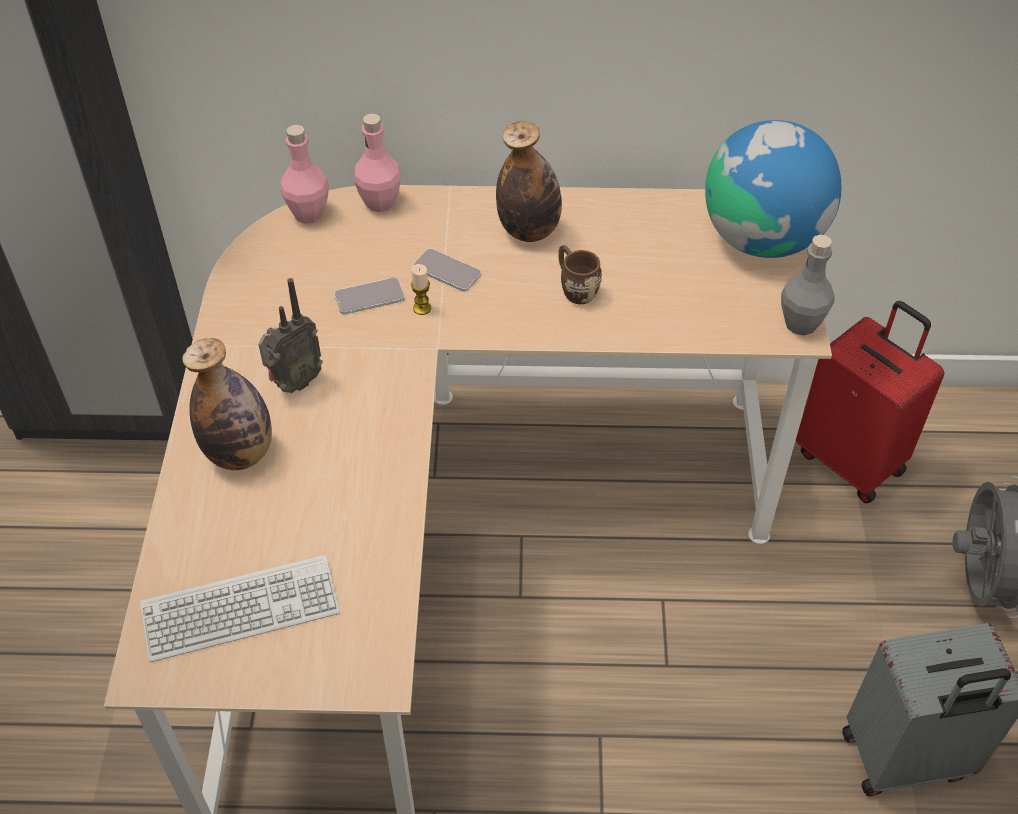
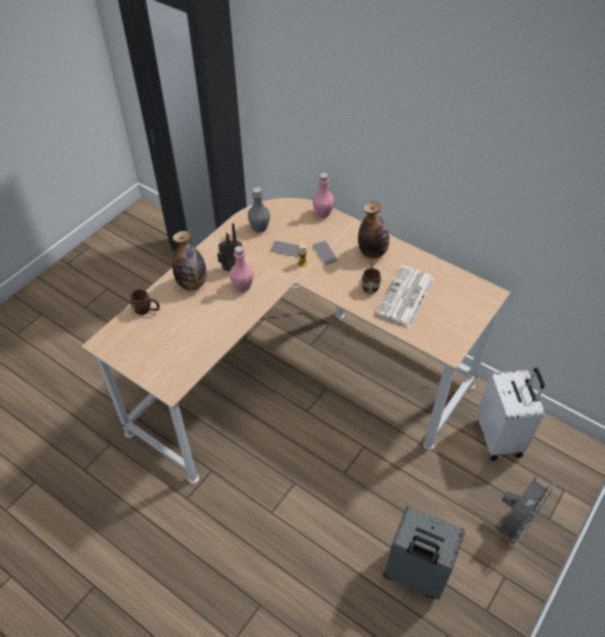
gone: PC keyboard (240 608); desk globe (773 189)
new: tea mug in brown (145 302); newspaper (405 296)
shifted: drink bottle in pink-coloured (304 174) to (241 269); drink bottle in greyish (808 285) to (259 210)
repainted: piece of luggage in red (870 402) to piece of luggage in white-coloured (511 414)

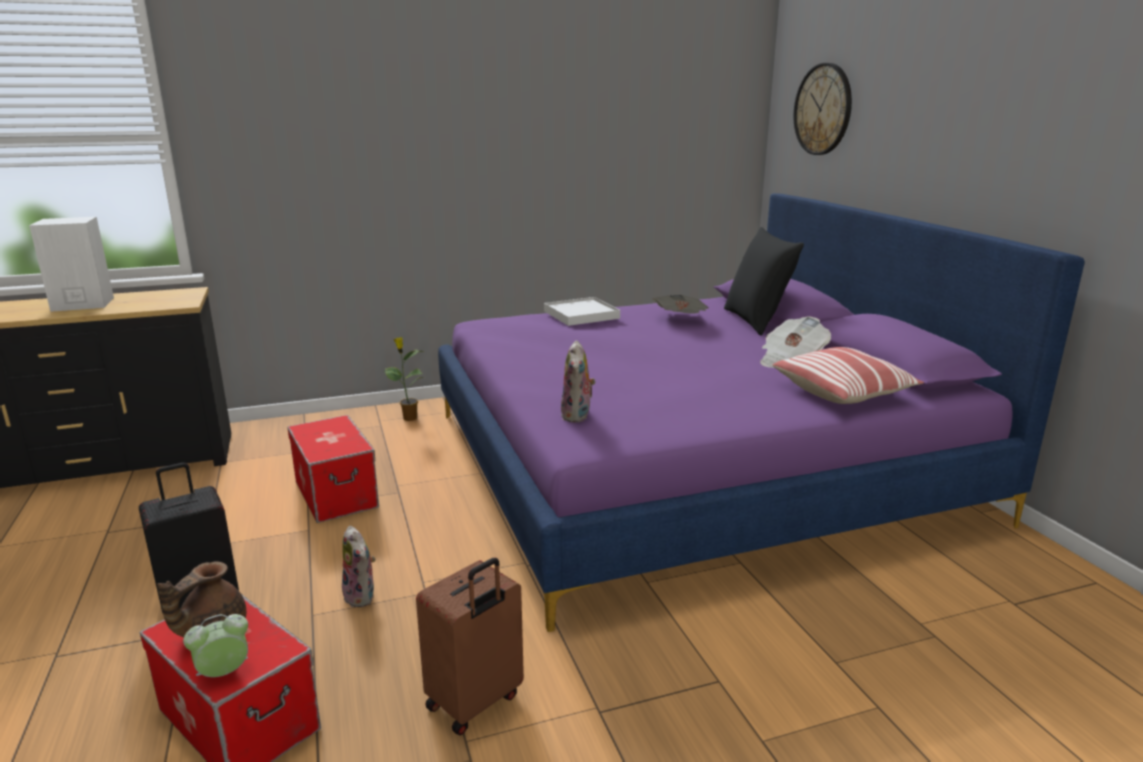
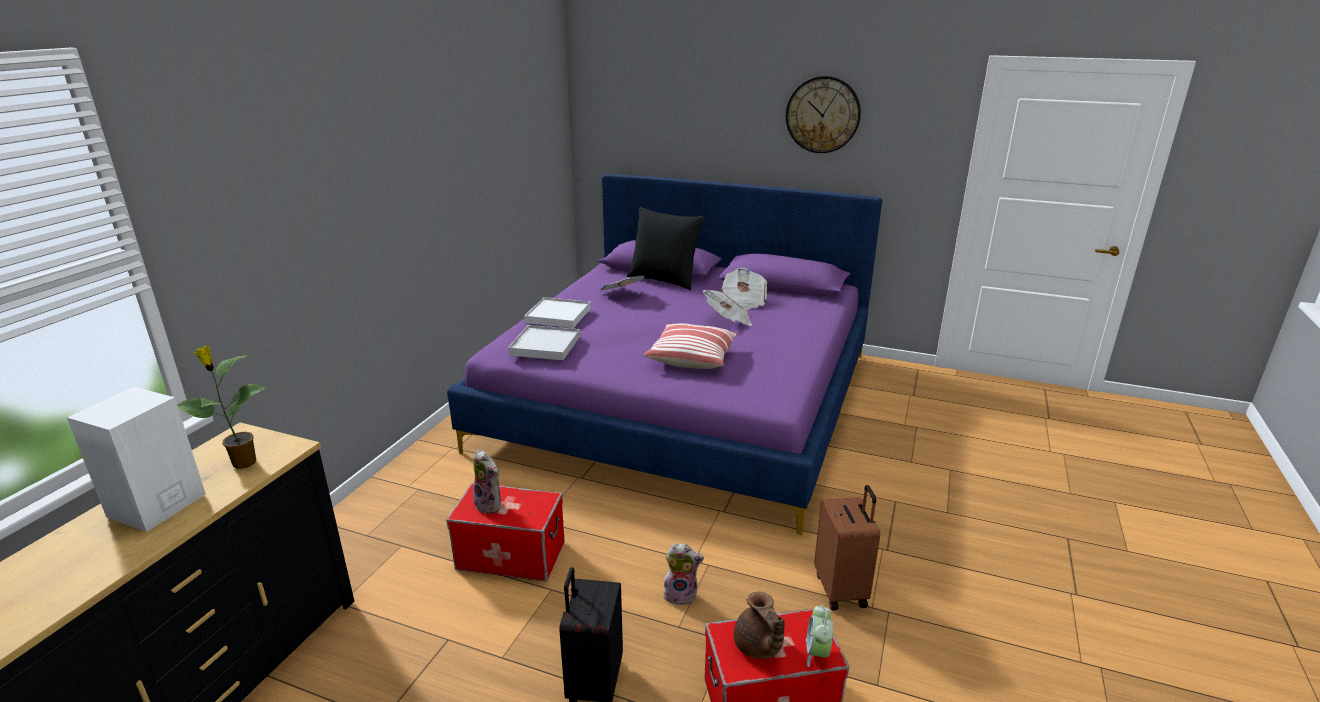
new: tray in white-coloured (544 342); newspaper (727 308)
shifted: houseplant (404 379) to (222 407); plush toy (578 381) to (487 481); throw pillow (848 375) to (691 346); clock on the wall (823 109) to (823 114)

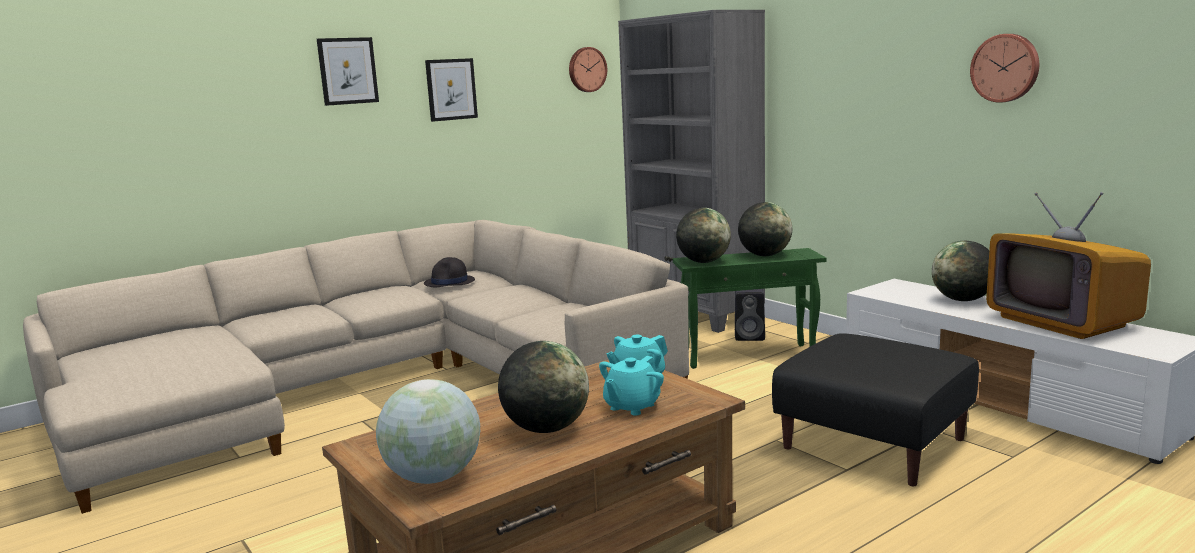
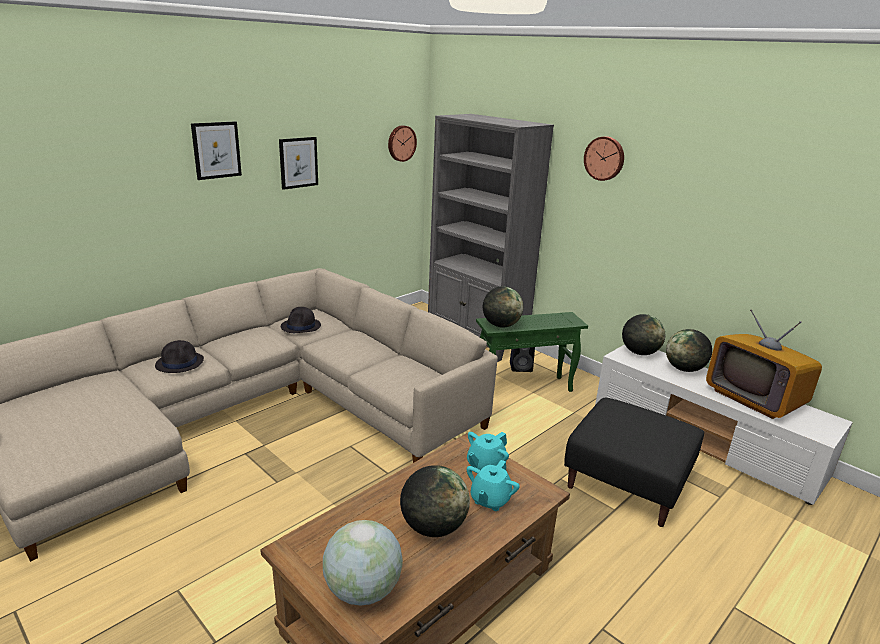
new: hat in blackish (179 356)
shifted: desk globe (765 229) to (643 334); clock on the wall (1004 68) to (604 158)

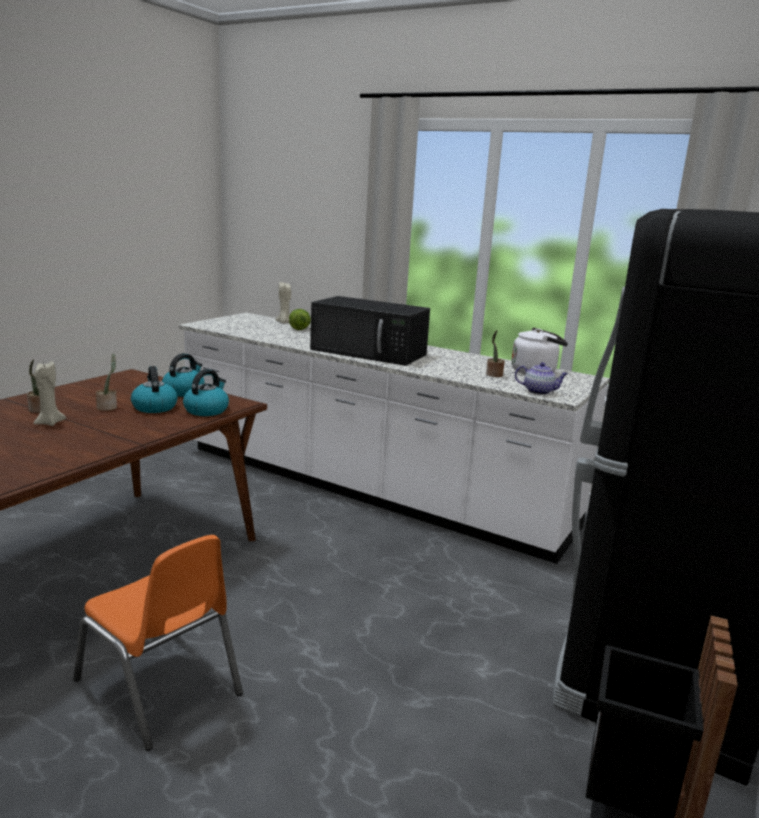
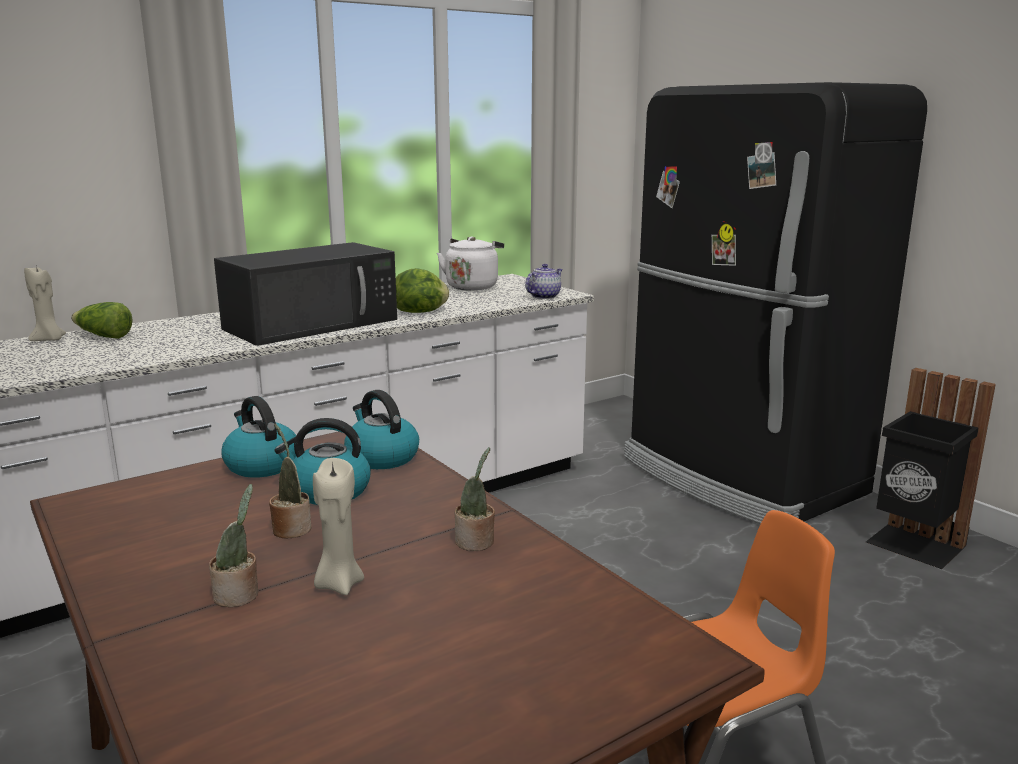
new: head of lettuce (422 290)
shifted: houseplant (495 353) to (475 499)

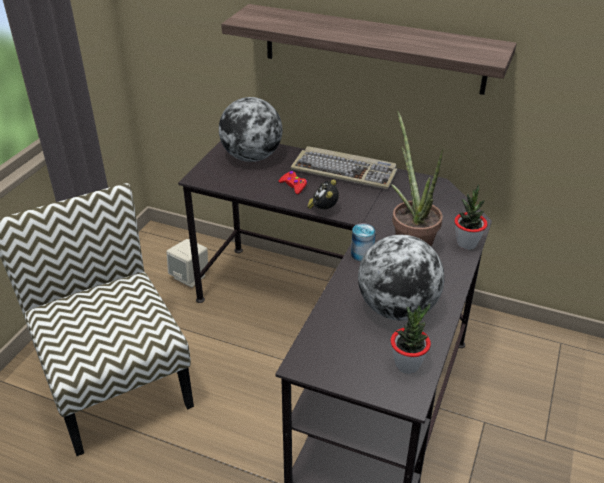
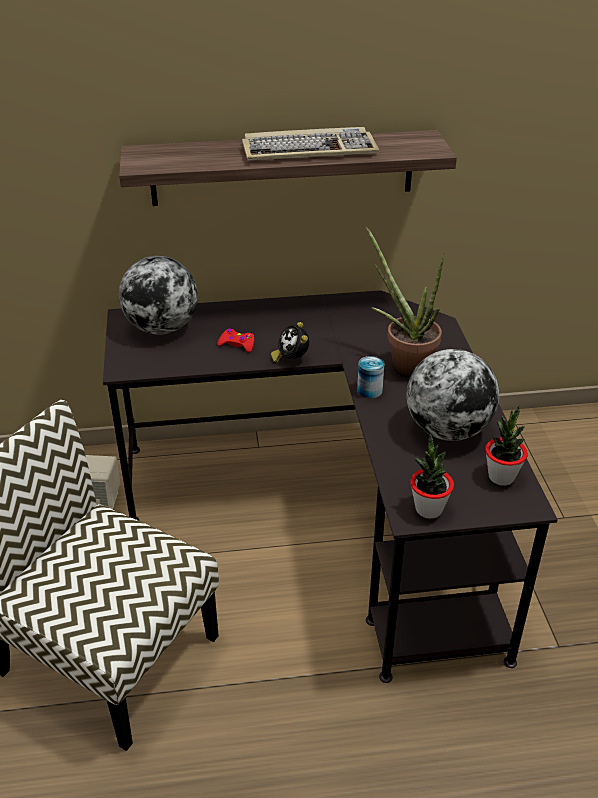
shifted: PC keyboard (344 167) to (310 143); houseplant (471 217) to (432 476)

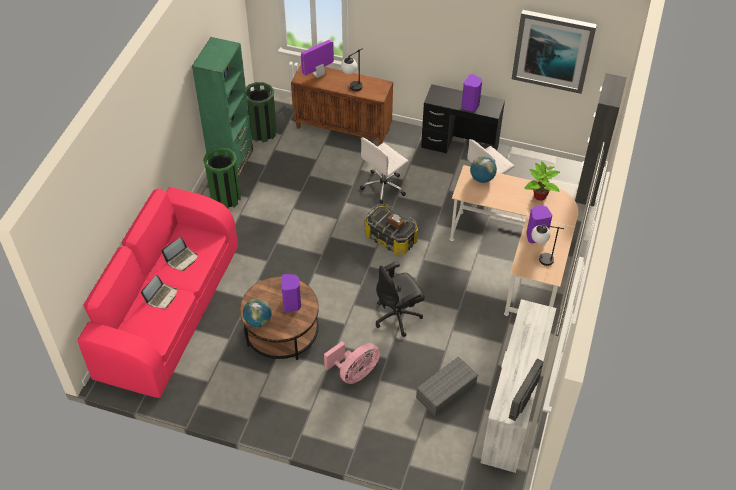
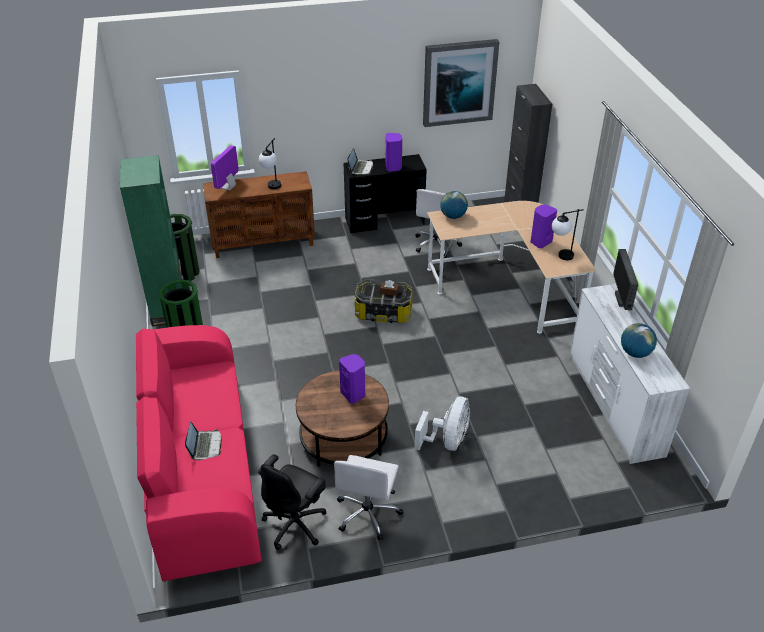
gone: storage container in greyish (447 386); houseplant (542 181)
shifted: portable computer (179 254) to (360 161); desk globe (257 312) to (639 340); desk chair in white-coloured (384 170) to (368 497); desk chair in blackish (400 299) to (292 502); computer display (526 390) to (625 279)
repainted: electric fan in pink-coloured (352 363) to electric fan in white-coloured (442 423)

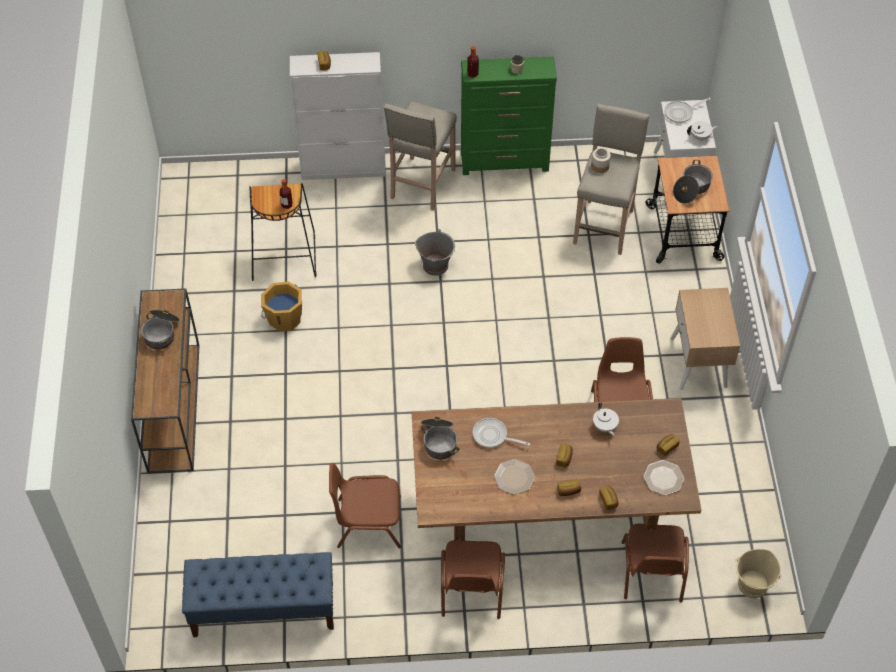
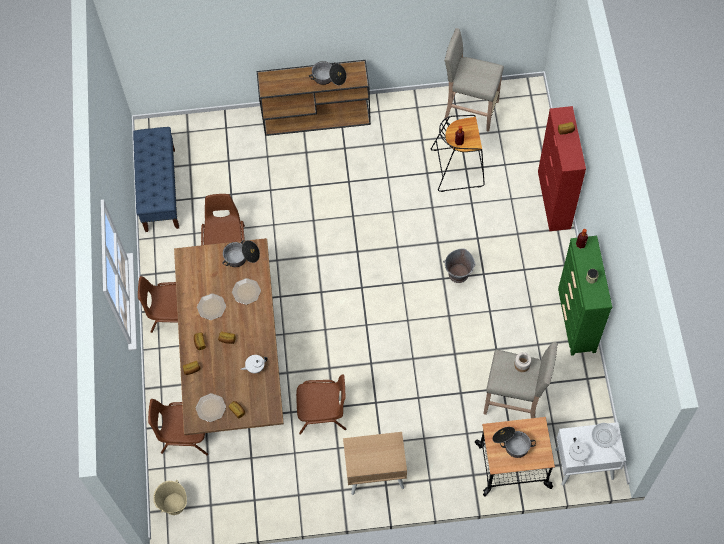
gone: water bucket in orangey (281 306)
shifted: stool seat in beige (420 156) to (474 80)
swapped: frying pan (502 433) to flat dish (246 291)
repainted: storage cabinet in white-coloured (338 116) to storage cabinet in red (562 168)

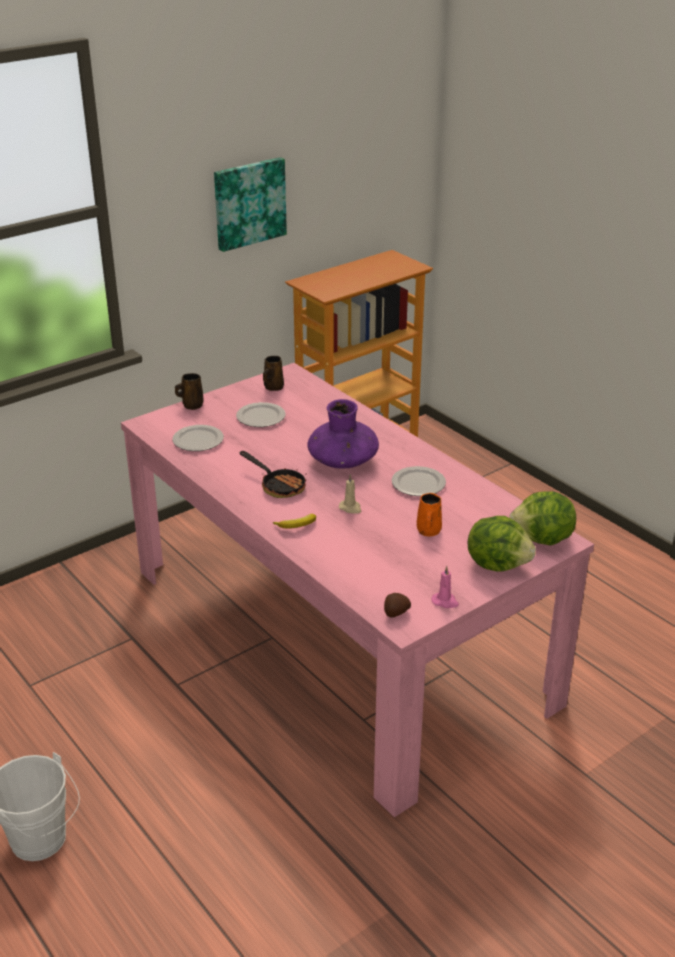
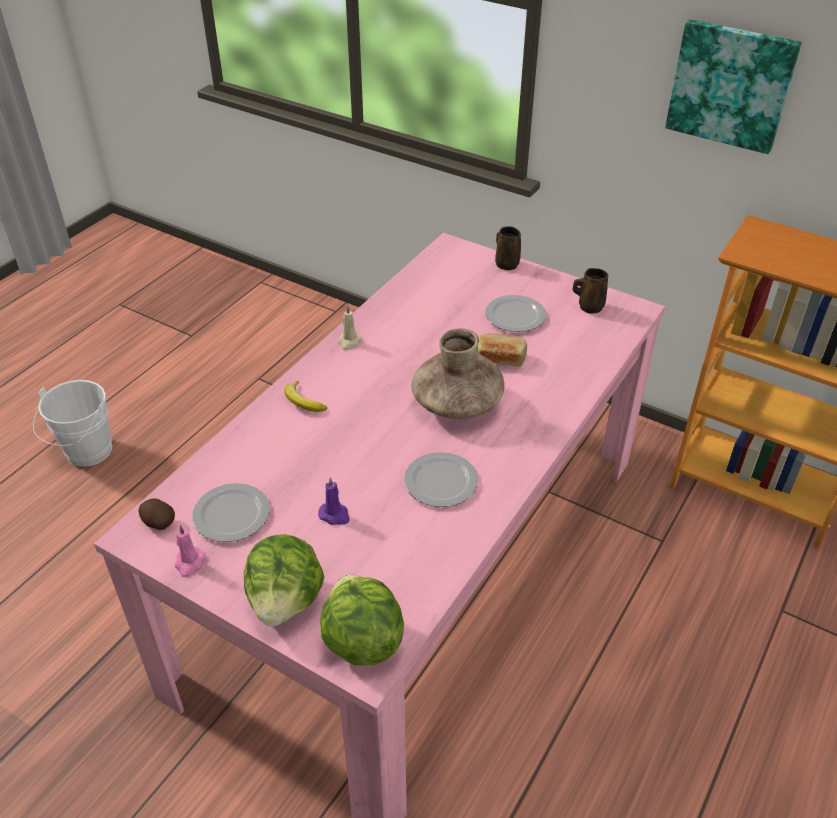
gone: frying pan (273 474)
new: bakery bread (502 349)
shifted: flat dish (198 438) to (231 512); candle in beige (350 493) to (350 327)
swapped: tea mug in orangey (429 515) to candle in purple (333 501)
repainted: decorative vase in purple (343 434) to decorative vase in brown (458 373)

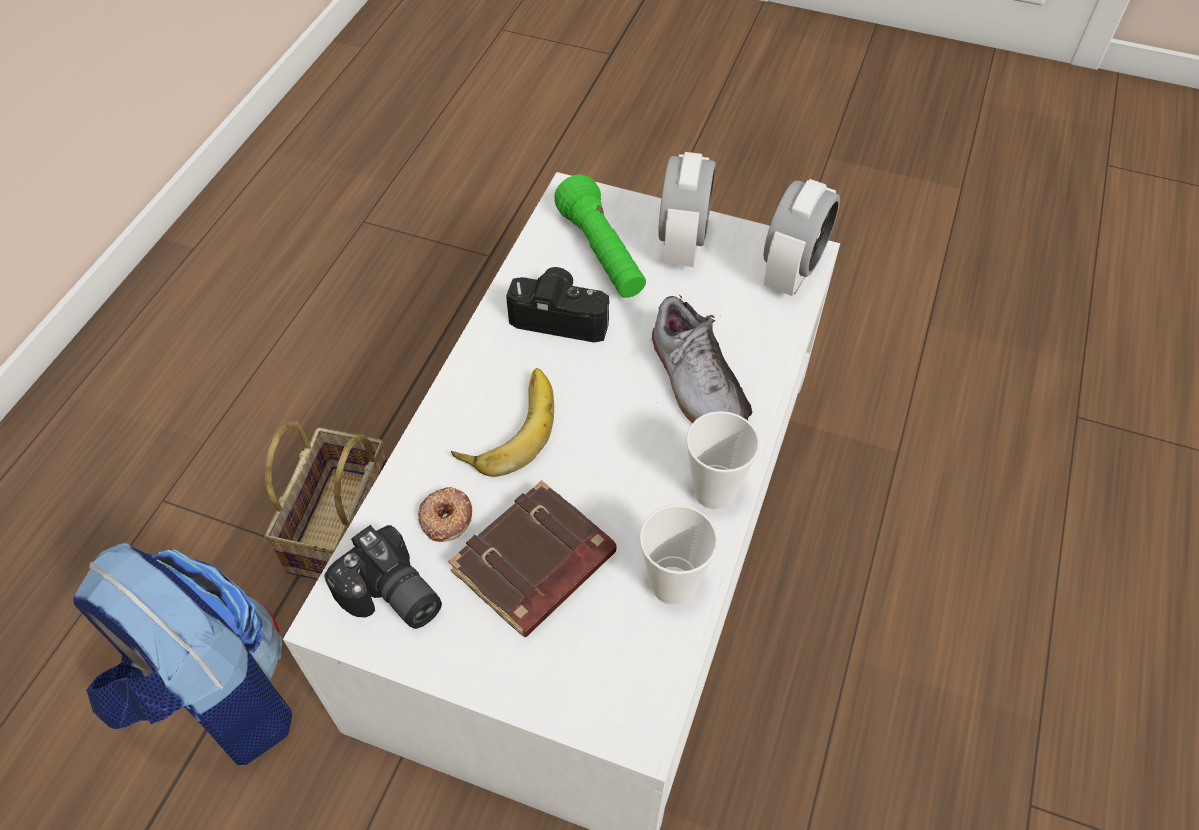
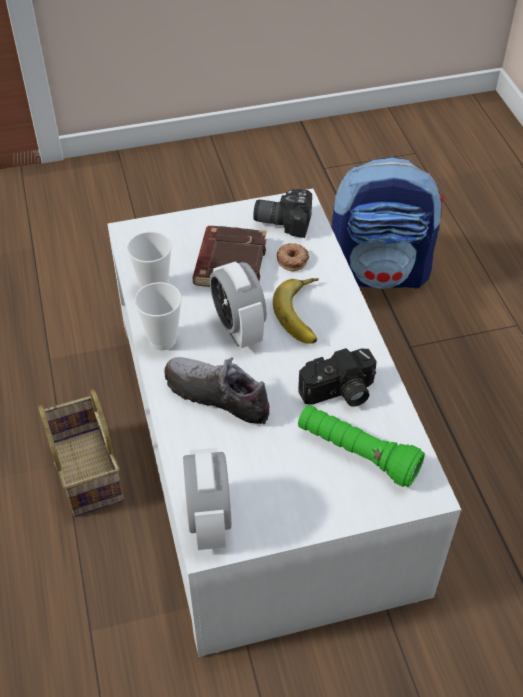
shifted: household basket (325 500) to (81 453); bedside clock (687 209) to (238 304)

